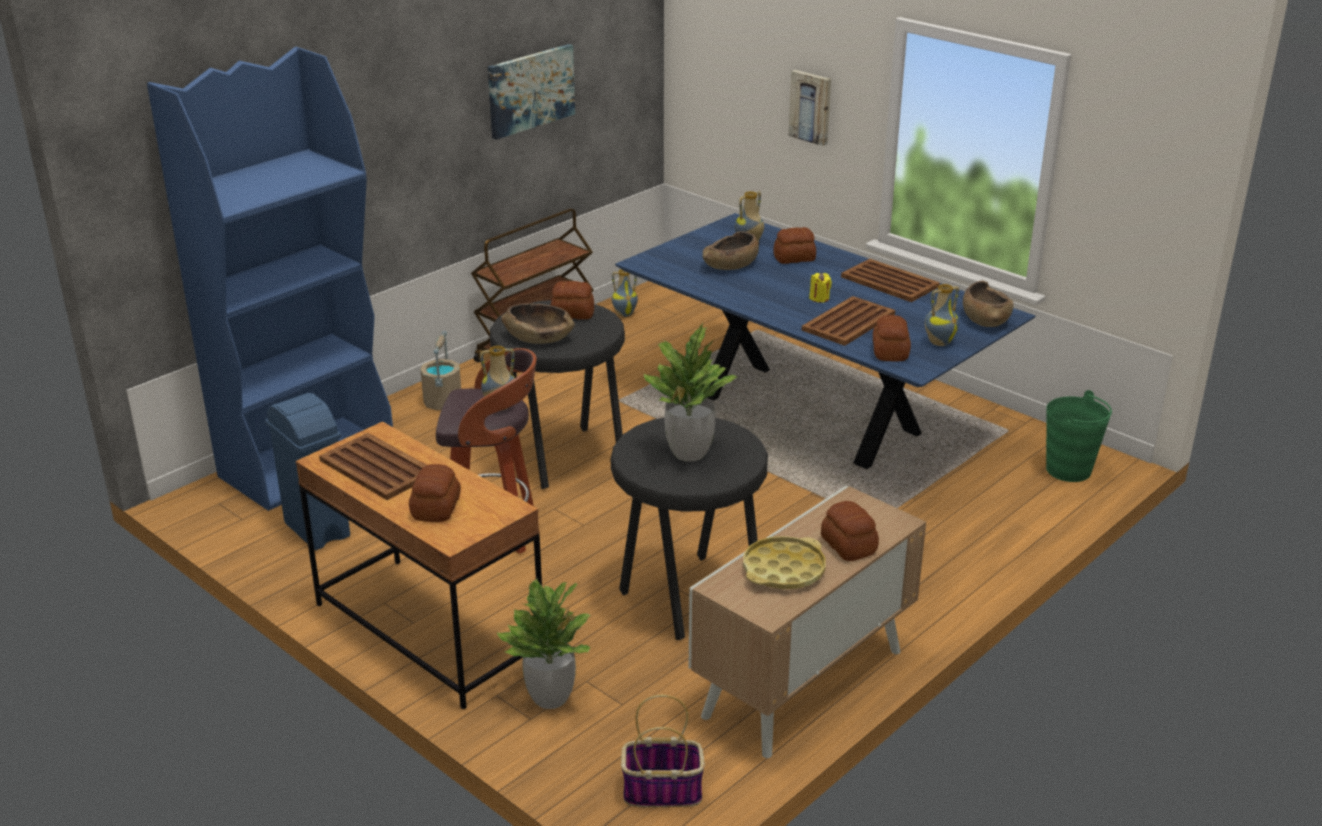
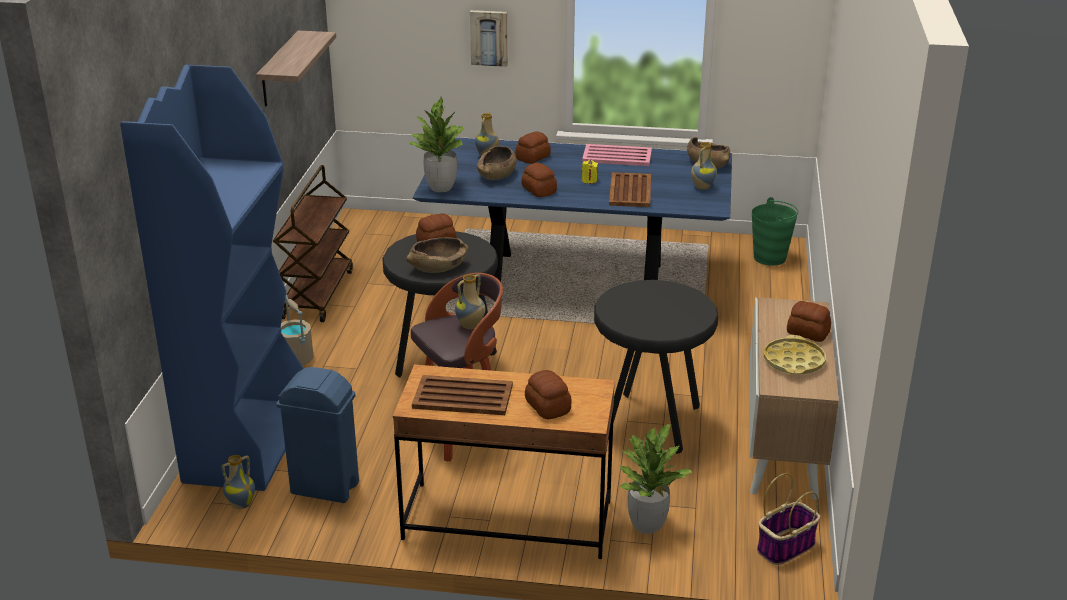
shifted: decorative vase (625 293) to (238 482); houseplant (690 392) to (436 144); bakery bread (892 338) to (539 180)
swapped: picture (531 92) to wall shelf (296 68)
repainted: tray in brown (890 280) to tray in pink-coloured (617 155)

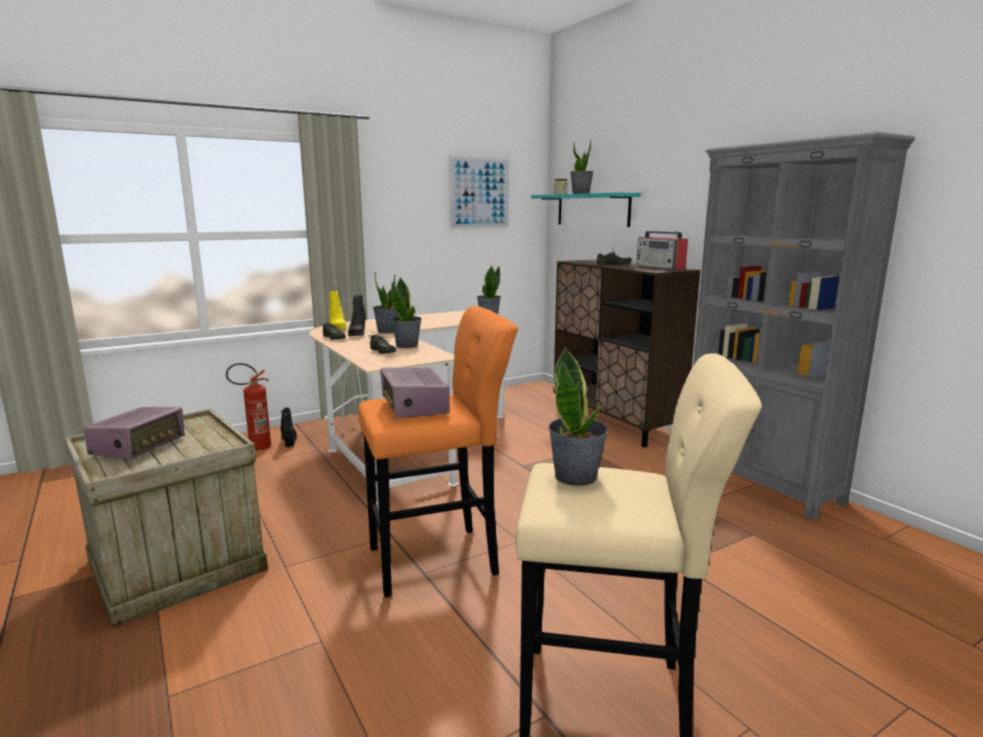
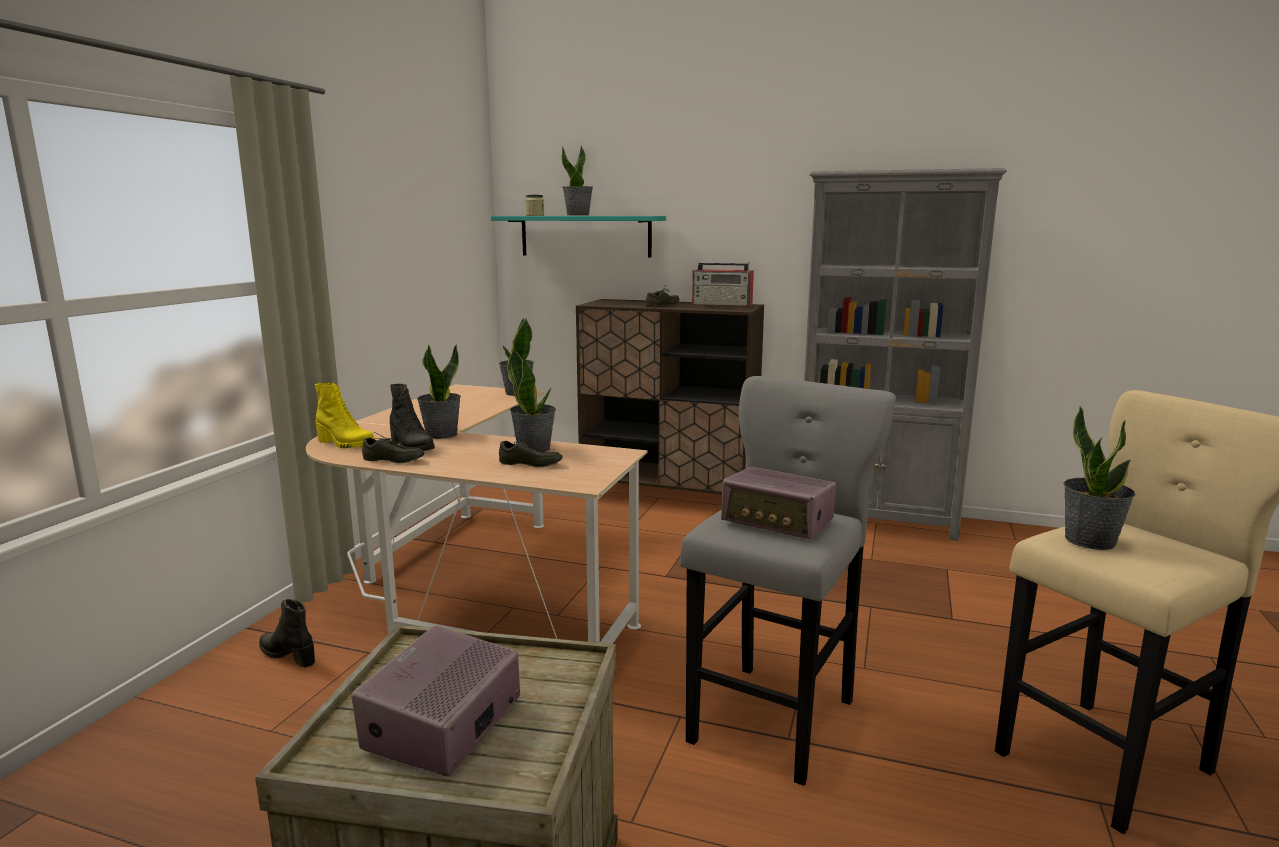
gone: extinguisher (248 406); picture (479 192)
repainted: stool seat in orangey (438 452) to stool seat in greyish (788 581)
rotated: radio receiver (134 433) = (435 701) 135 degrees counterclockwise

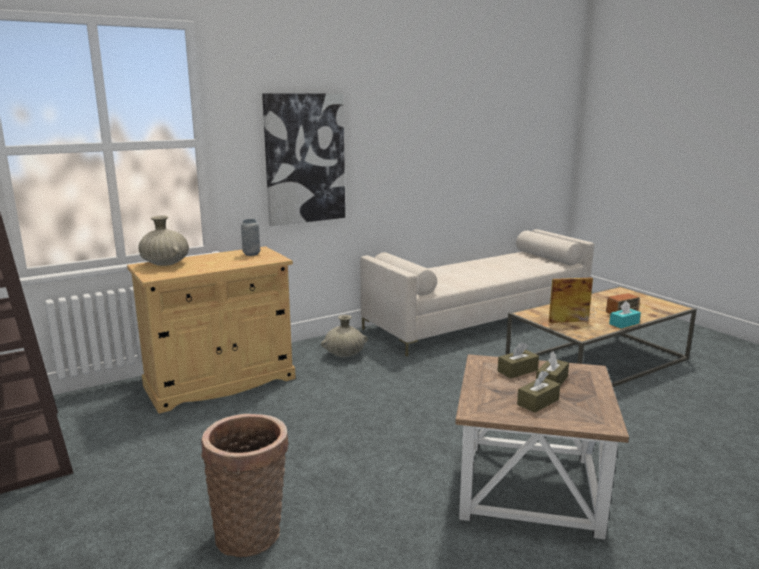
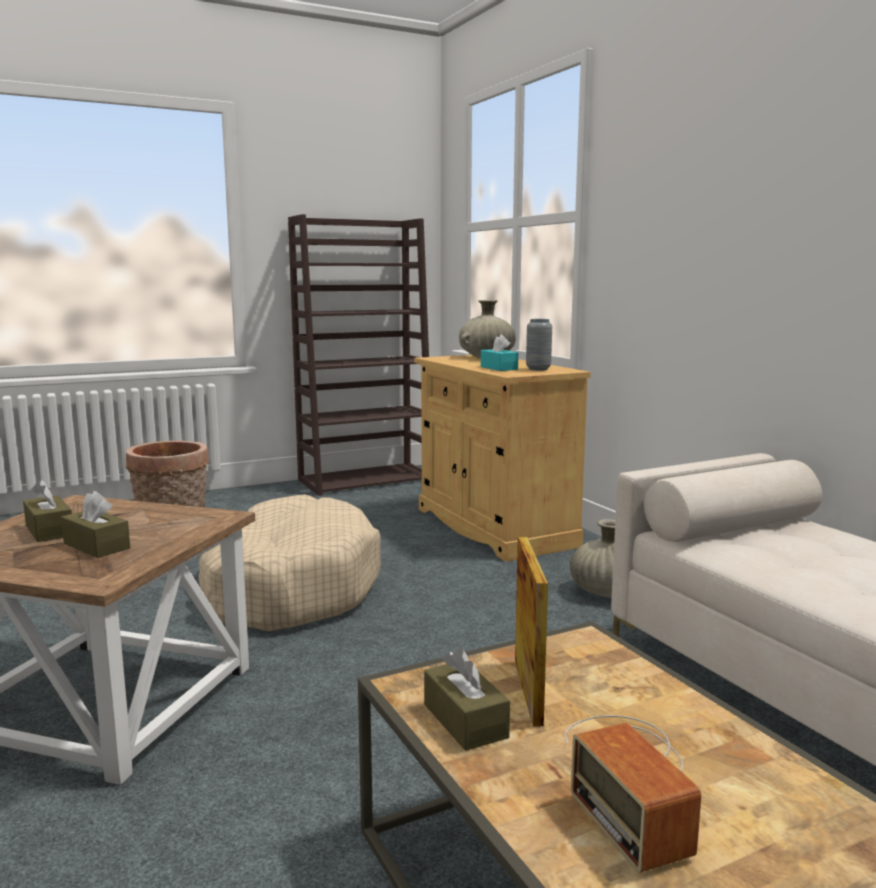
gone: picture (303 159)
new: dog cushion in beige (290 562)
shifted: tissue holder in brown (518 360) to (467 699); tissue holder in turquoise (625 315) to (499 353)

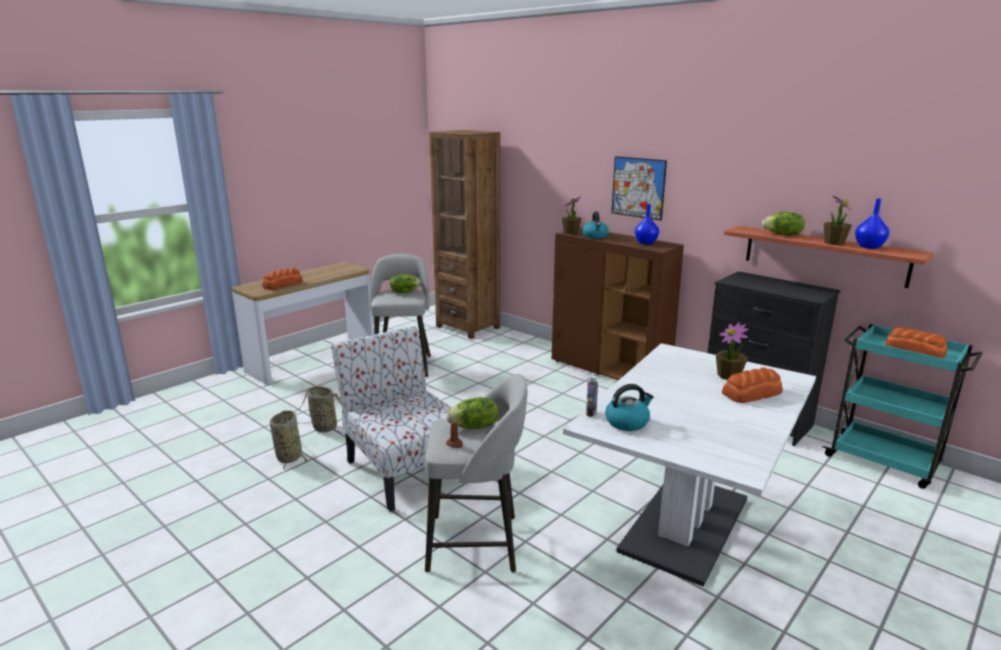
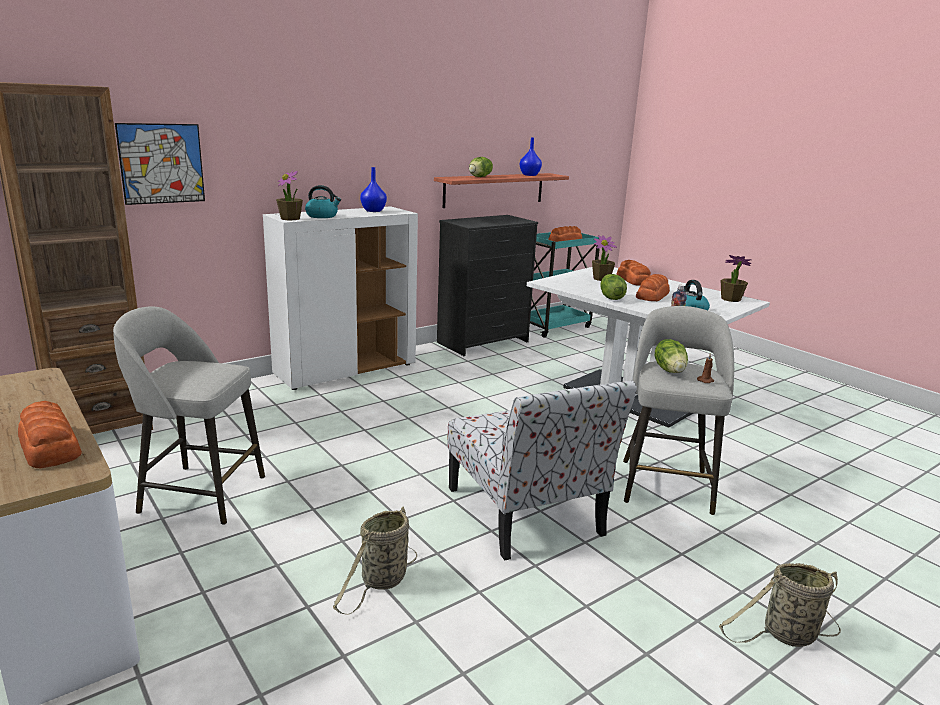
new: bakery bread (653 287)
shifted: household basket (289 440) to (780 605); head of lettuce (406 283) to (613 287); picture (639 188) to (160 164); houseplant (838 220) to (736 278)
repainted: storage cabinet in brown (618 303) to storage cabinet in white-coloured (340 298)
rotated: chair (391 419) = (542 470) 90 degrees counterclockwise

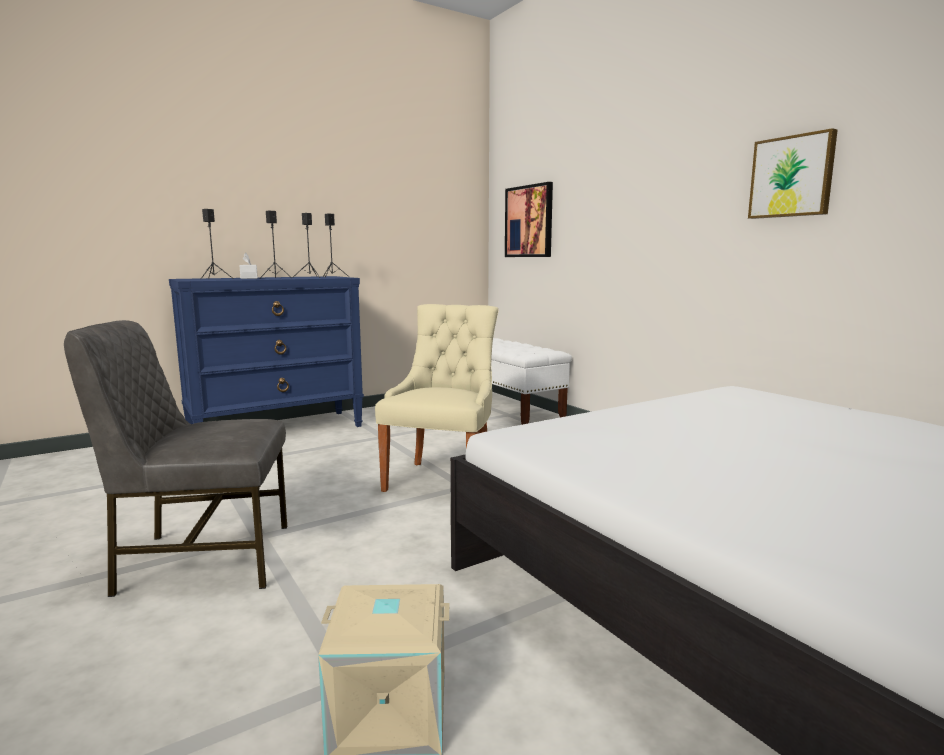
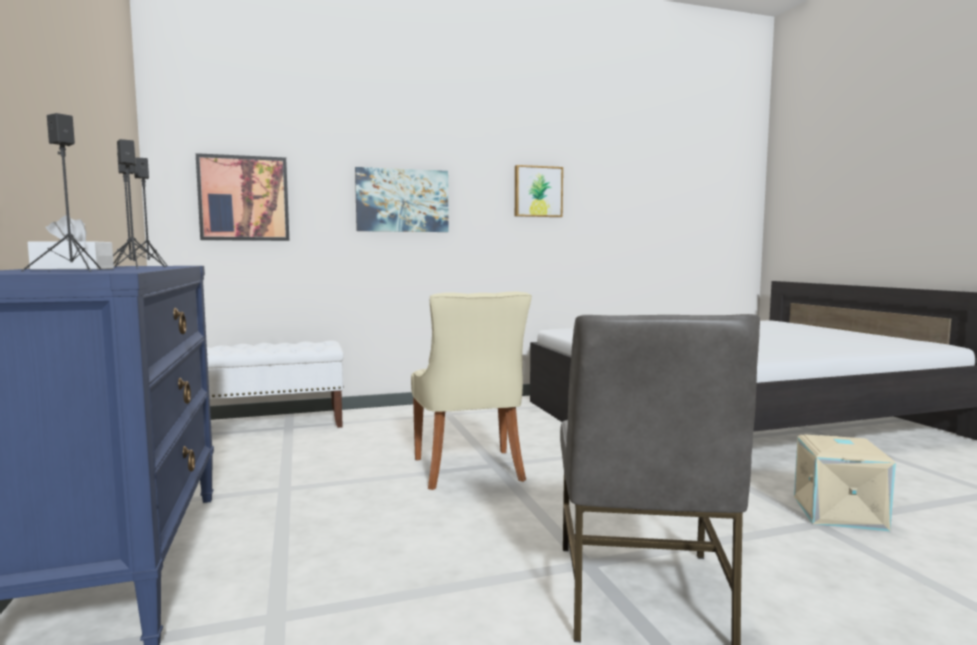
new: picture (402 199)
rotated: chair in beige (437 398) = (471 391) 135 degrees counterclockwise

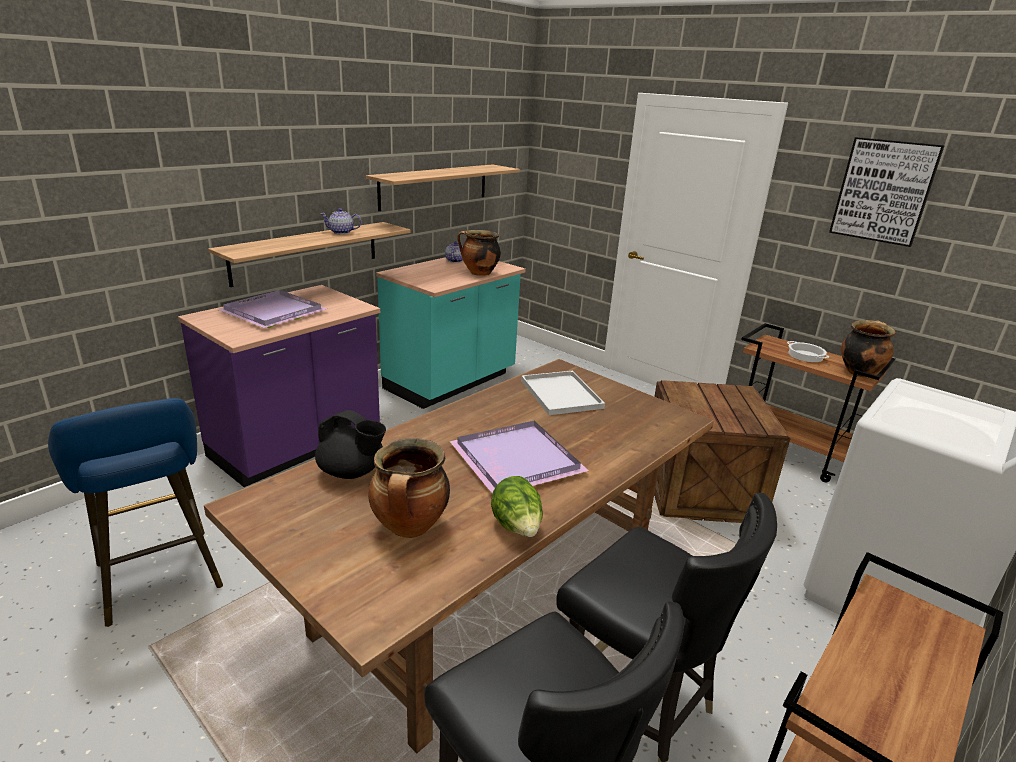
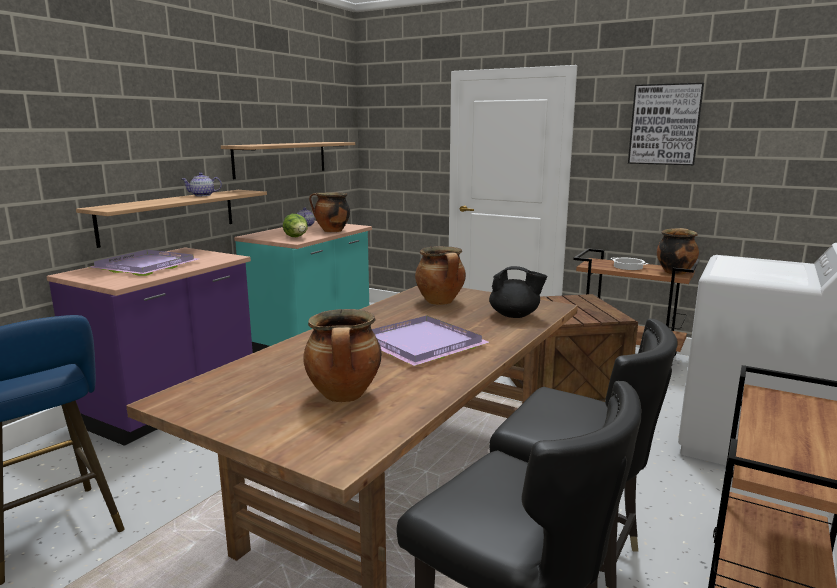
shifted: pot for tea in blackish (350 444) to (518 292); head of lettuce (517 506) to (295 225)
swapped: tray in white-coloured (563 393) to cooking pot (440 275)

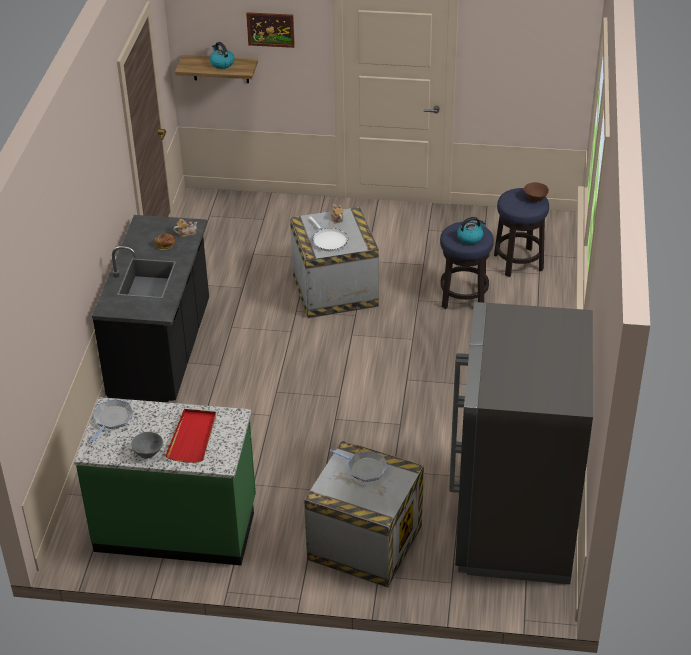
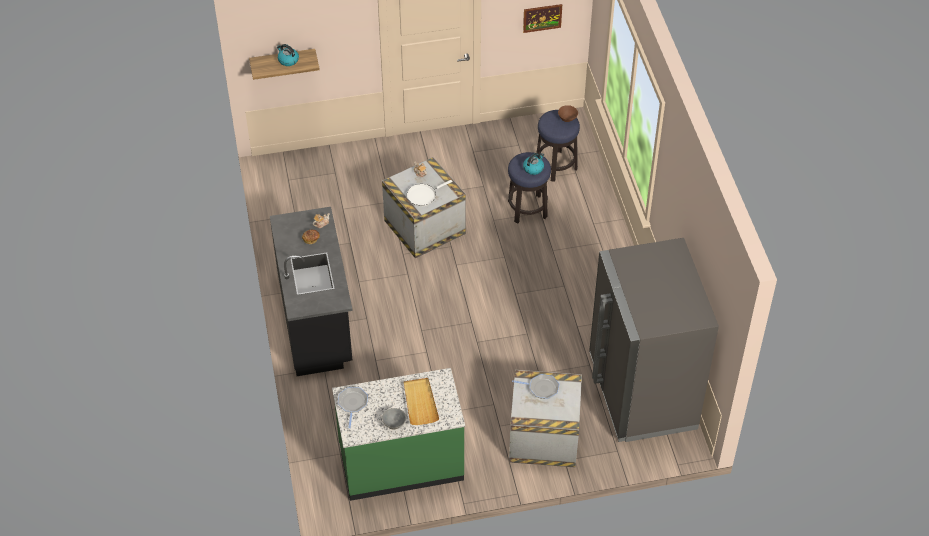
shifted: picture (270 30) to (542 18)
repainted: tray in red (190 436) to tray in beige (421 401)
rotated: frying pan in white-coloured (328 233) = (429 193) 105 degrees clockwise

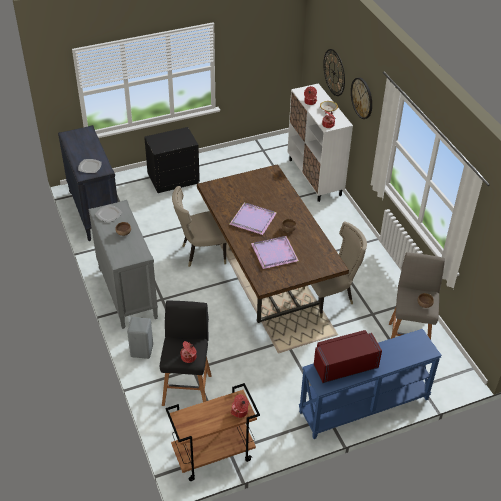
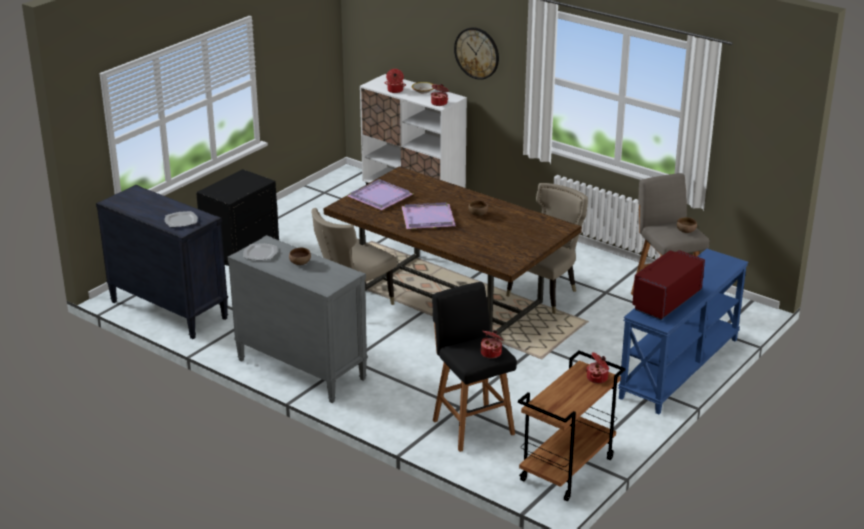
gone: stool seat in greyish (140 338); clock on the wall (334 72)
shifted: tray in purple (275 252) to (380 194)

